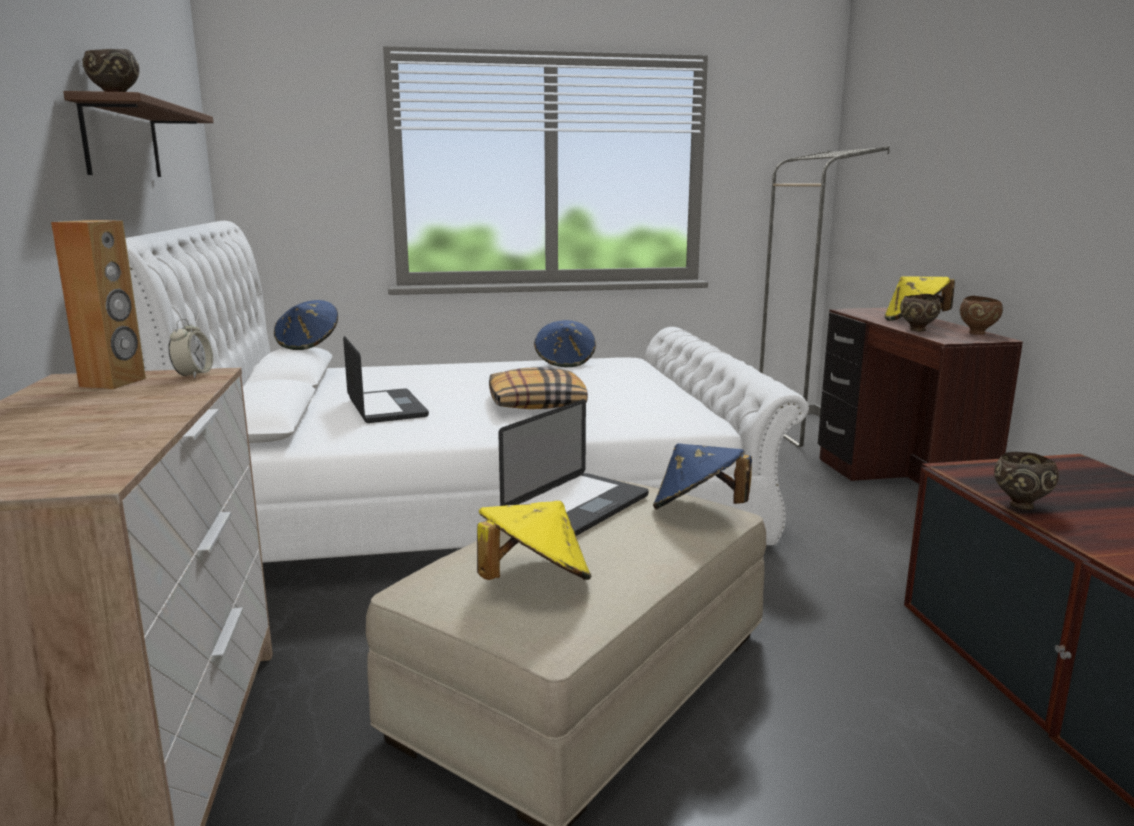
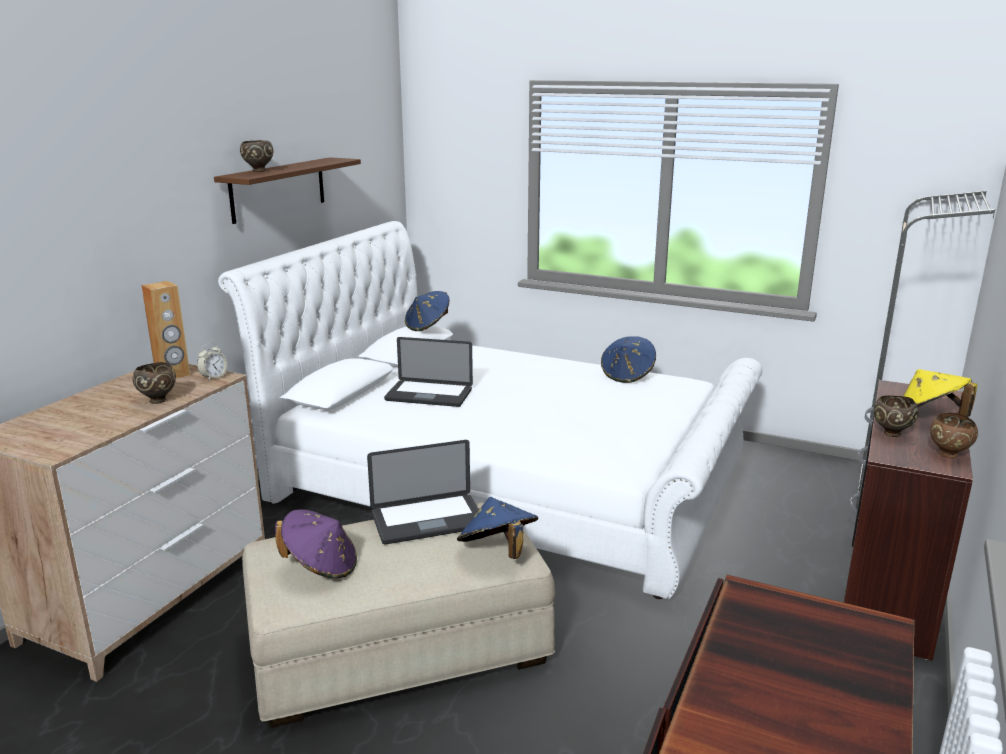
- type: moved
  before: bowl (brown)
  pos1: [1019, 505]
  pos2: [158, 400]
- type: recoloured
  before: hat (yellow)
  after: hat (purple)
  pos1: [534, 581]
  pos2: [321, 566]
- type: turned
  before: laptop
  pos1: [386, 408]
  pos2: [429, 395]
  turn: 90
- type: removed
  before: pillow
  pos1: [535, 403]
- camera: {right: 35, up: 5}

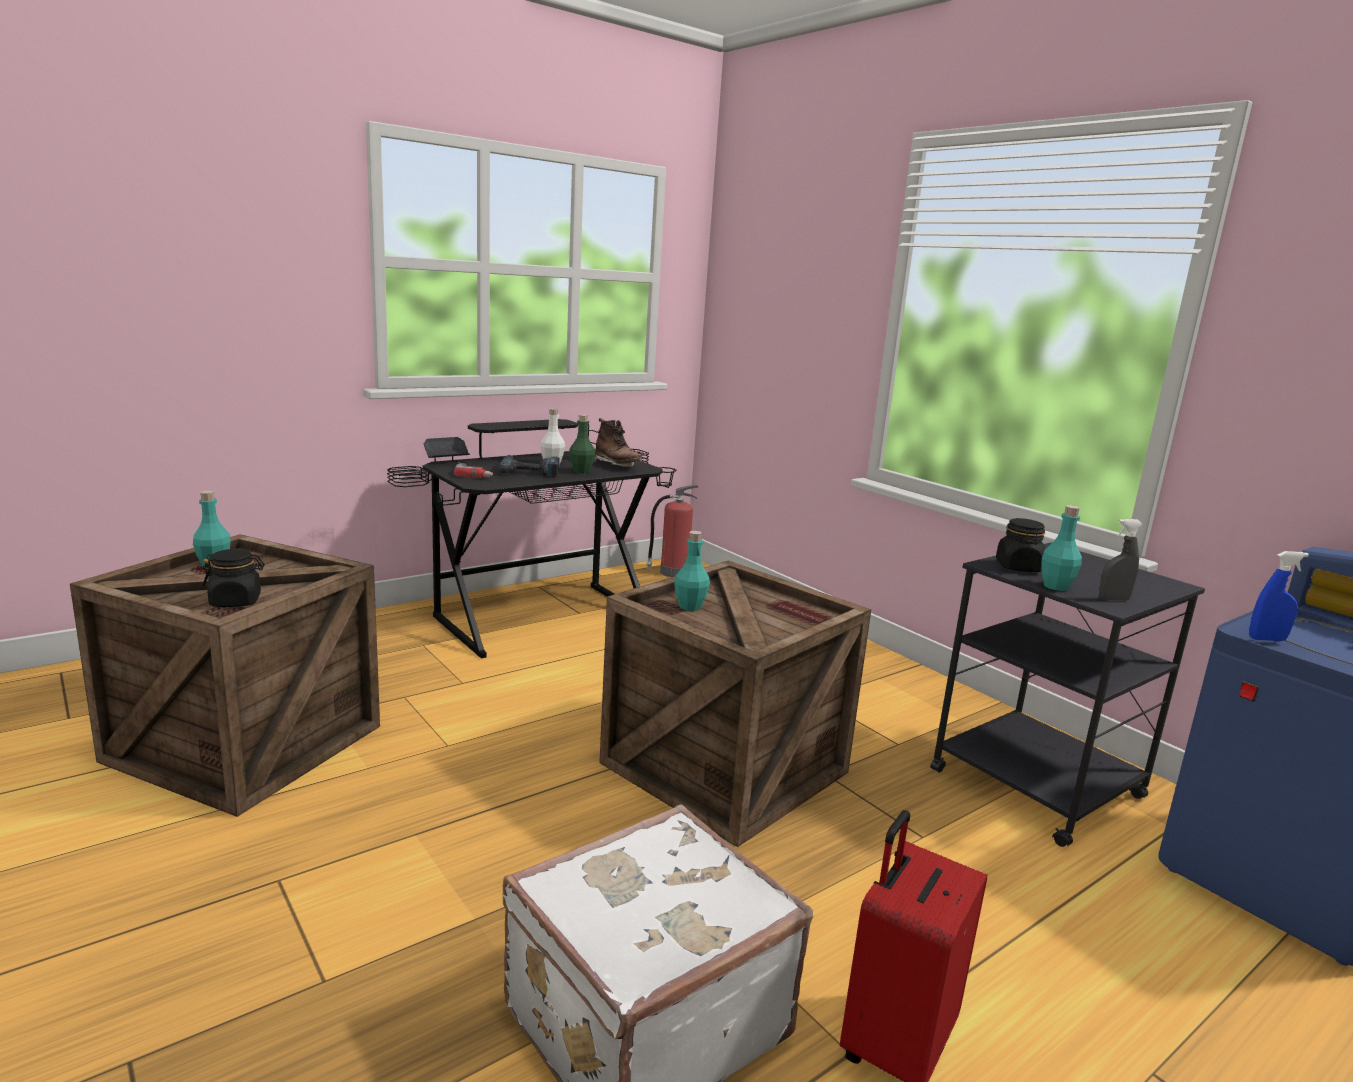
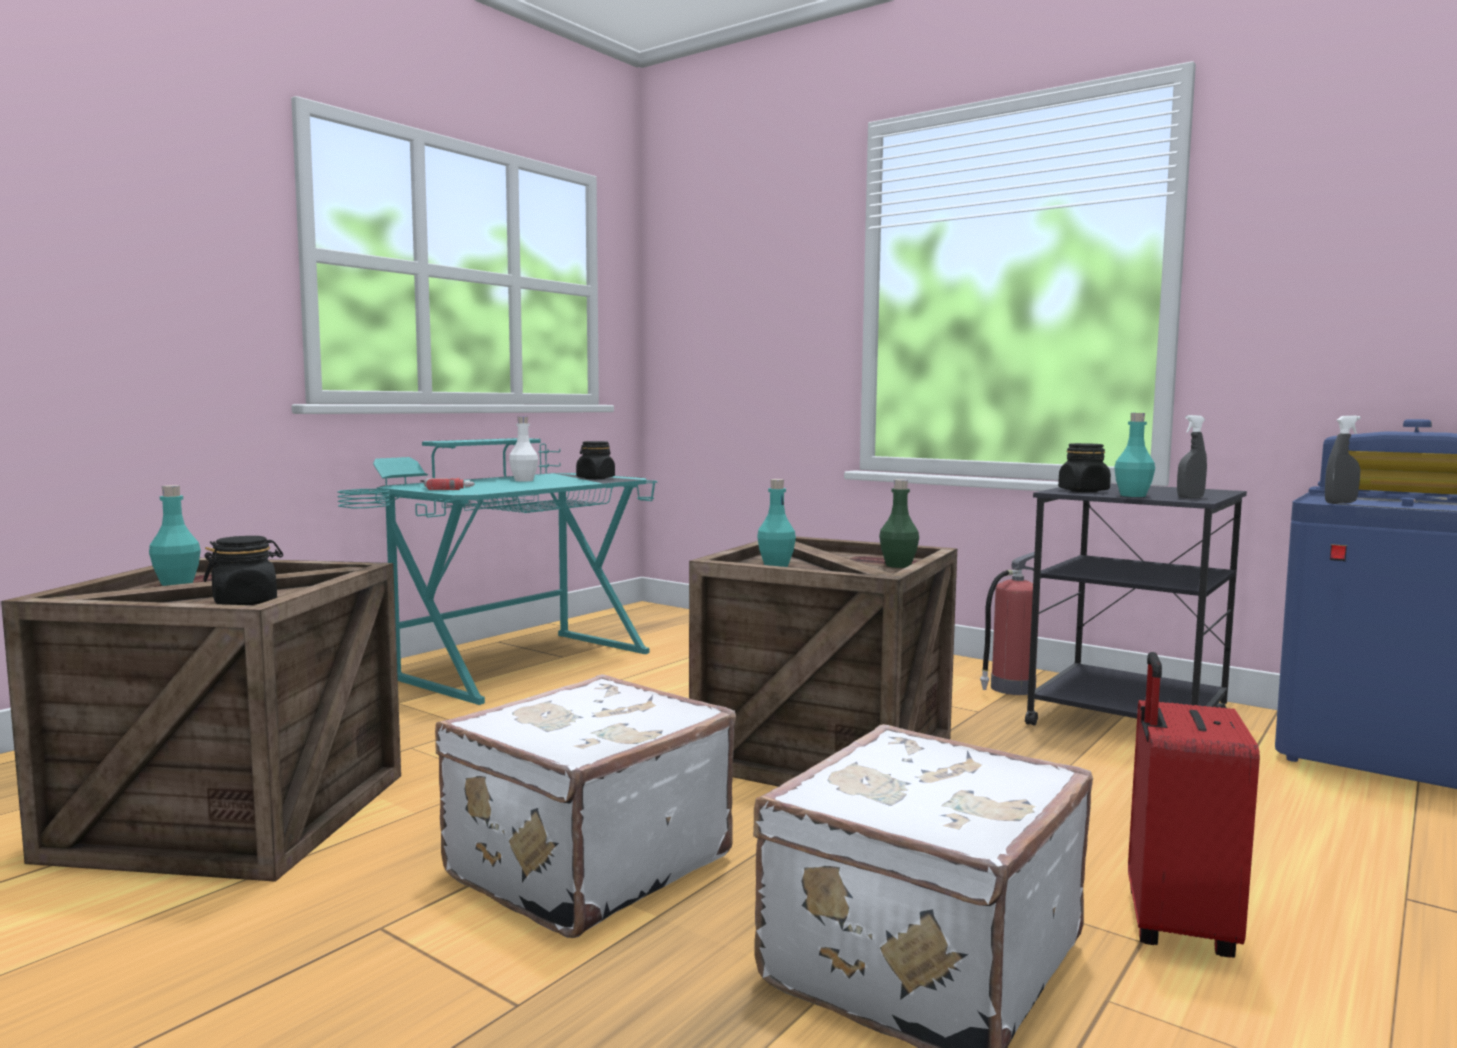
- type: recoloured
  before: desk (black)
  after: desk (turquoise)
  pos1: [541, 616]
  pos2: [521, 663]
- type: added
  after: suitcase (white)
  pos2: [584, 864]
- type: replaced
  before: boot (brown)
  after: jar (black)
  pos1: [616, 465]
  pos2: [595, 478]
- type: moved
  before: bottle (green)
  pos1: [581, 471]
  pos2: [898, 565]
- type: moved
  before: fire extinguisher
  pos1: [672, 572]
  pos2: [1011, 689]
- type: recoloured
  before: spray bottle (blue)
  after: spray bottle (grey)
  pos1: [1267, 639]
  pos2: [1340, 503]
- type: removed
  before: power drill
  pos1: [529, 471]
- camera: {right: -15, up: -10}

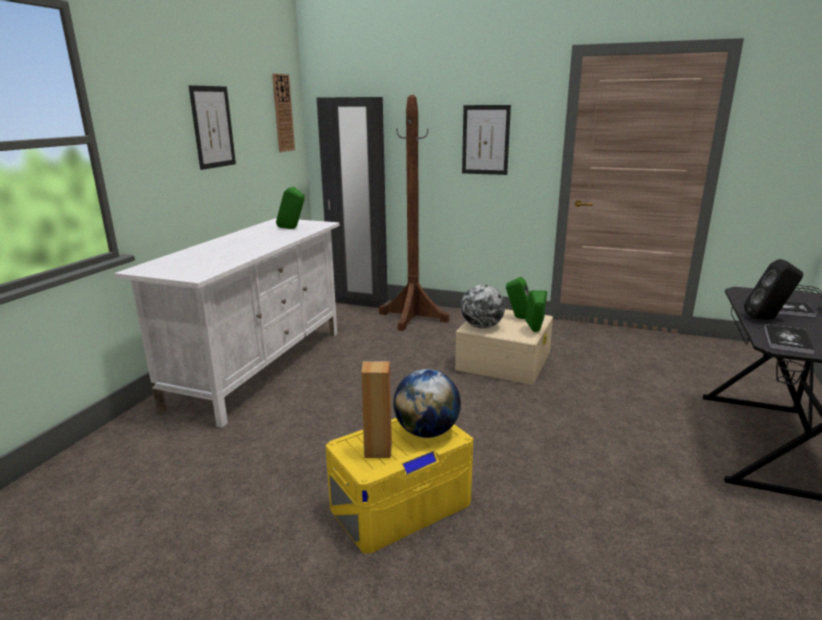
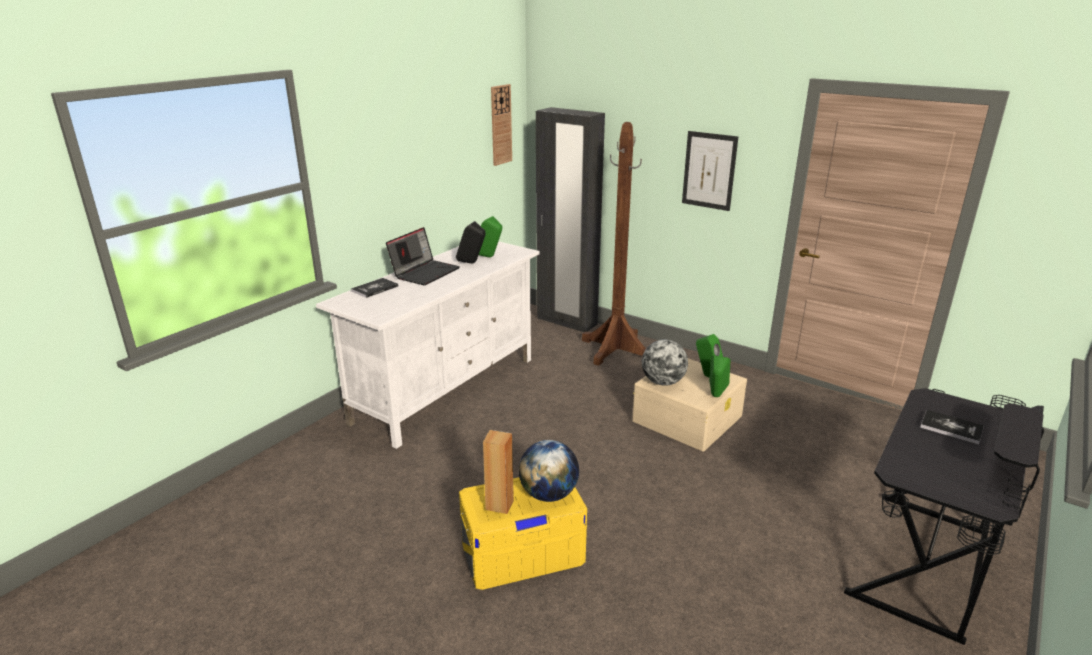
- type: moved
  before: book
  pos1: [787, 340]
  pos2: [375, 288]
- type: added
  after: laptop
  pos2: [425, 272]
- type: moved
  before: speaker (black)
  pos1: [768, 319]
  pos2: [472, 263]
- type: removed
  before: picture
  pos1: [213, 127]
- camera: {right: 15, up: 5}

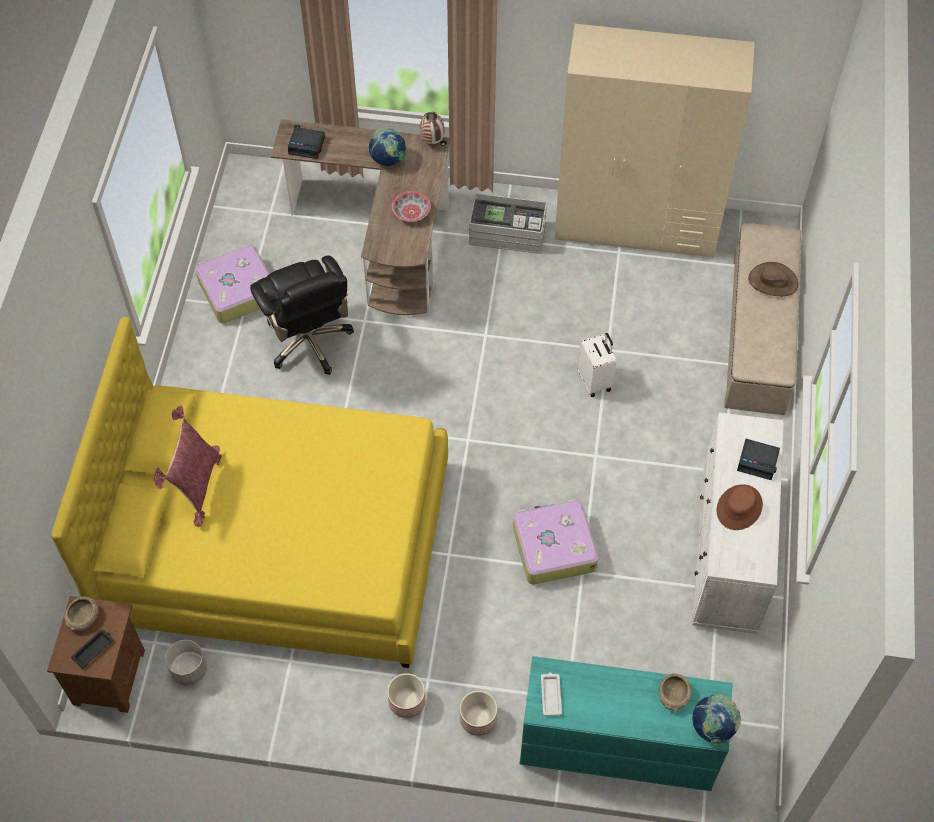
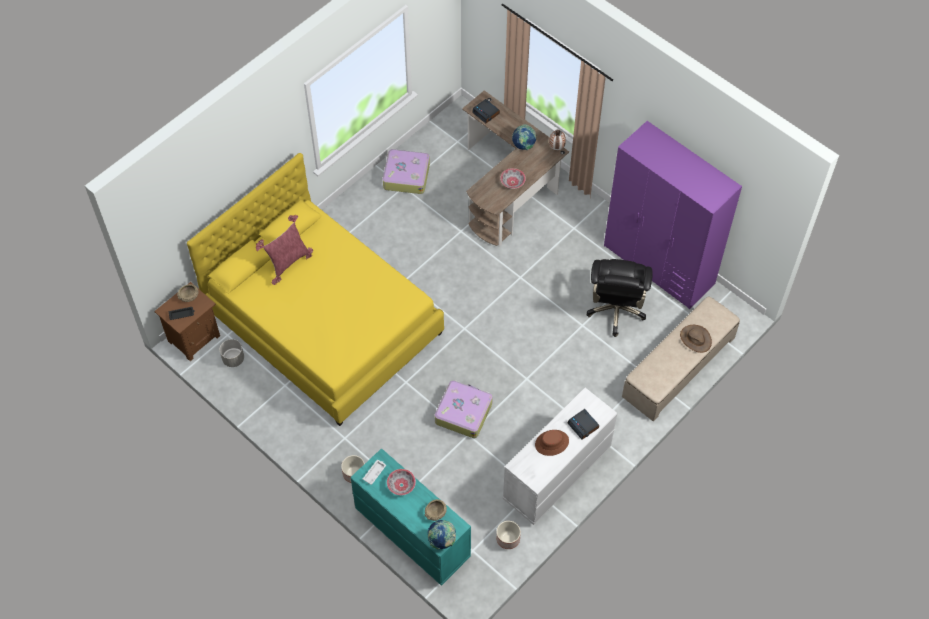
- type: added
  after: bowl
  pos2: [401, 485]
- type: moved
  before: planter
  pos1: [407, 701]
  pos2: [507, 539]
- type: moved
  before: office chair (black)
  pos1: [309, 343]
  pos2: [615, 312]
- type: recoloured
  before: wardrobe (beige)
  after: wardrobe (purple)
  pos1: [636, 226]
  pos2: [659, 265]
- type: removed
  before: storage box (grey)
  pos1: [507, 233]
- type: removed
  before: suitcase (white)
  pos1: [595, 381]
- camera: {right: 35, up: 0}

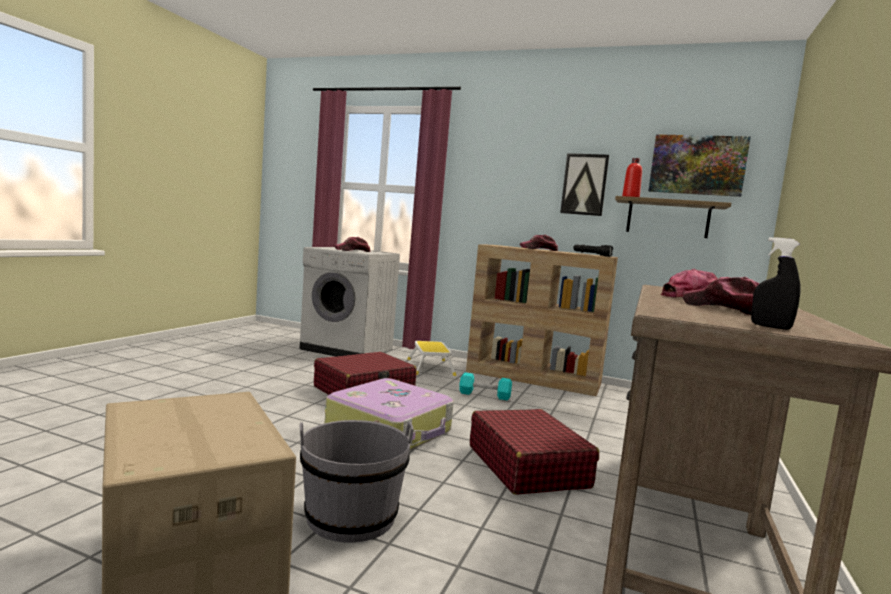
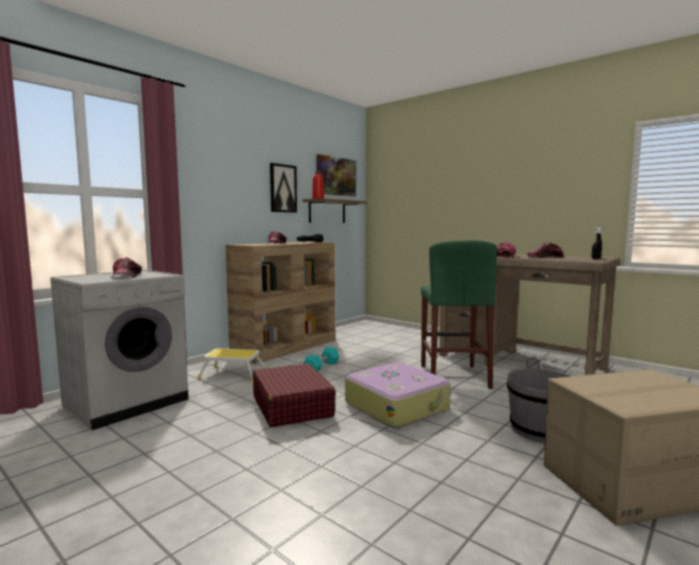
- type: replaced
  before: suitcase (red)
  after: stool (green)
  pos1: [527, 466]
  pos2: [453, 376]
- camera: {right: -70, up: 0}

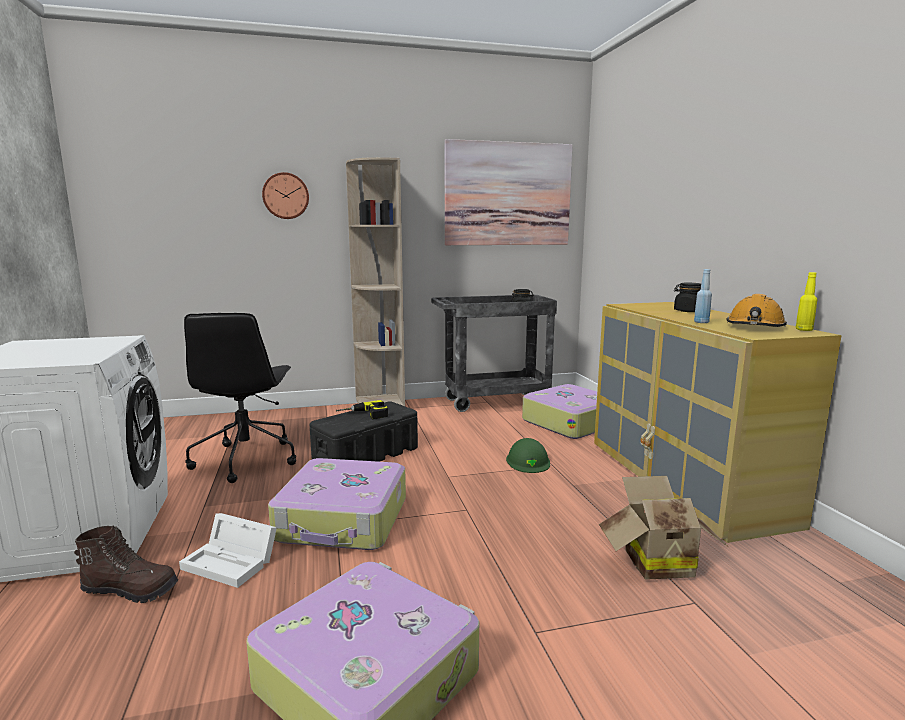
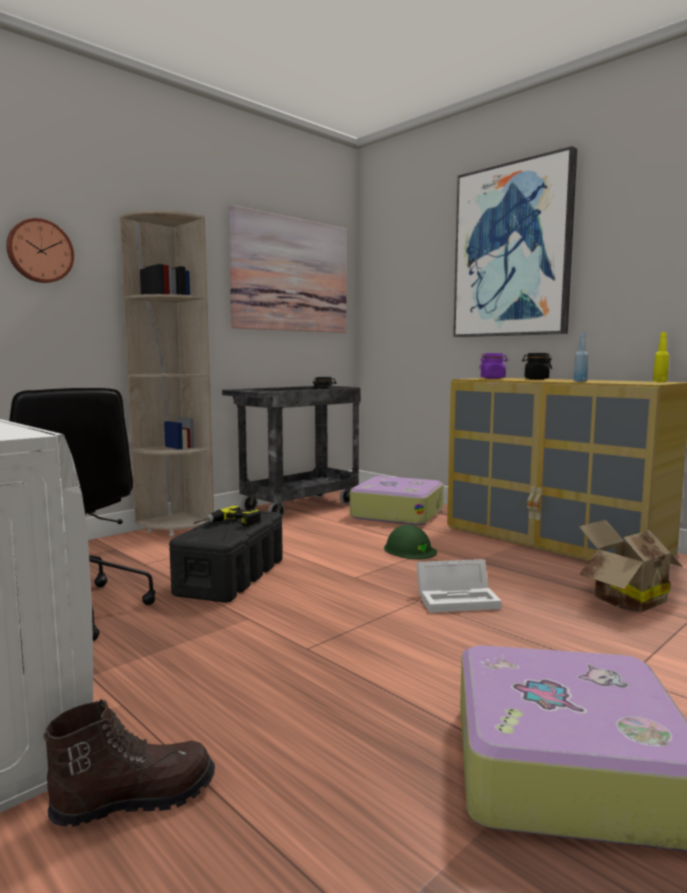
- type: moved
  before: storage box (white)
  pos1: [233, 562]
  pos2: [459, 599]
- type: added
  after: picture
  pos2: [512, 251]
- type: added
  after: jar (purple)
  pos2: [493, 378]
- type: removed
  before: suitcase
  pos1: [343, 520]
- type: removed
  before: hard hat (orange)
  pos1: [755, 327]
- camera: {right: -30, up: -5}

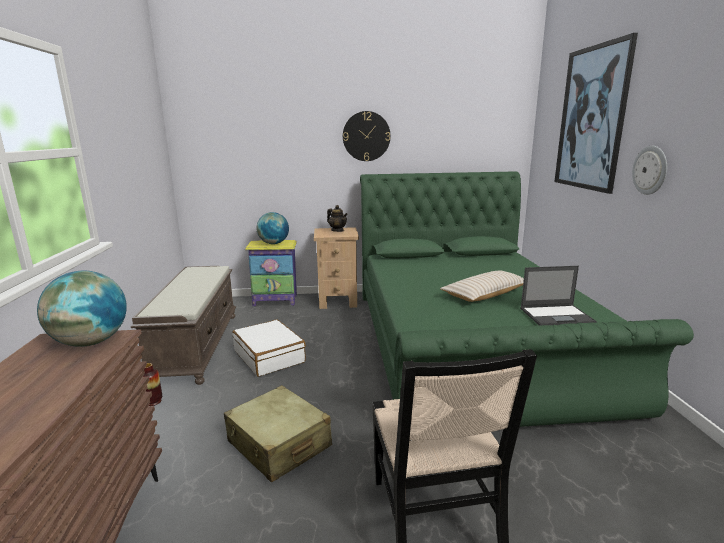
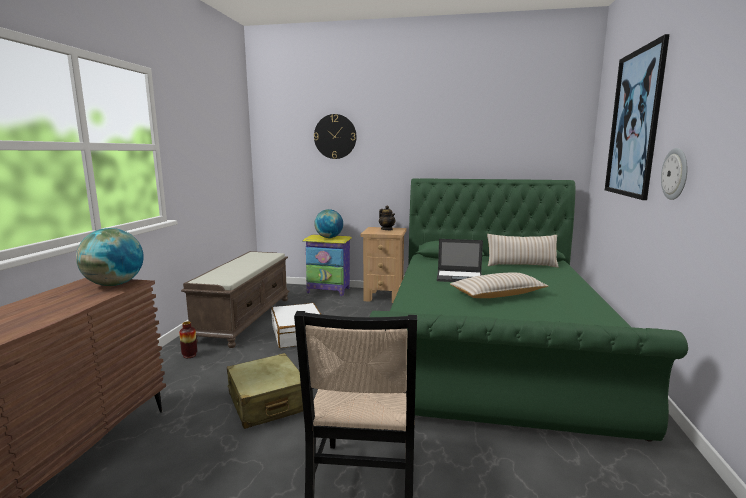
- type: moved
  before: wall clock
  pos1: [366, 136]
  pos2: [335, 136]
- type: moved
  before: laptop
  pos1: [557, 316]
  pos2: [460, 277]
- type: added
  after: pillow (beige)
  pos2: [521, 265]
- camera: {right: 15, up: -5}

